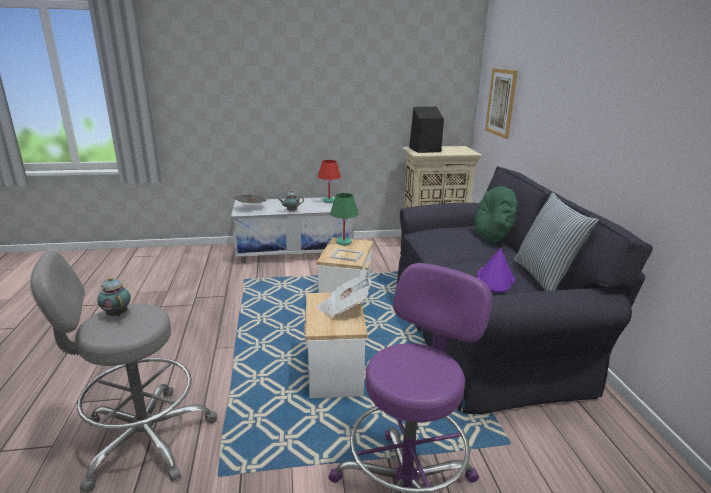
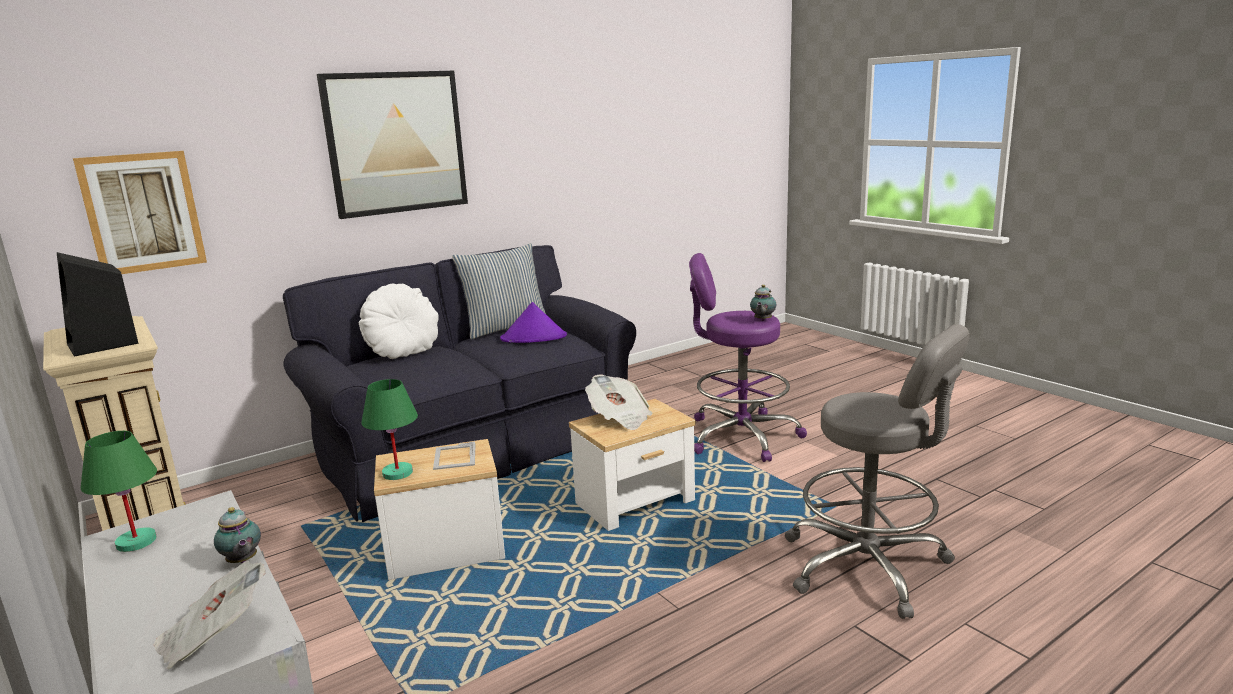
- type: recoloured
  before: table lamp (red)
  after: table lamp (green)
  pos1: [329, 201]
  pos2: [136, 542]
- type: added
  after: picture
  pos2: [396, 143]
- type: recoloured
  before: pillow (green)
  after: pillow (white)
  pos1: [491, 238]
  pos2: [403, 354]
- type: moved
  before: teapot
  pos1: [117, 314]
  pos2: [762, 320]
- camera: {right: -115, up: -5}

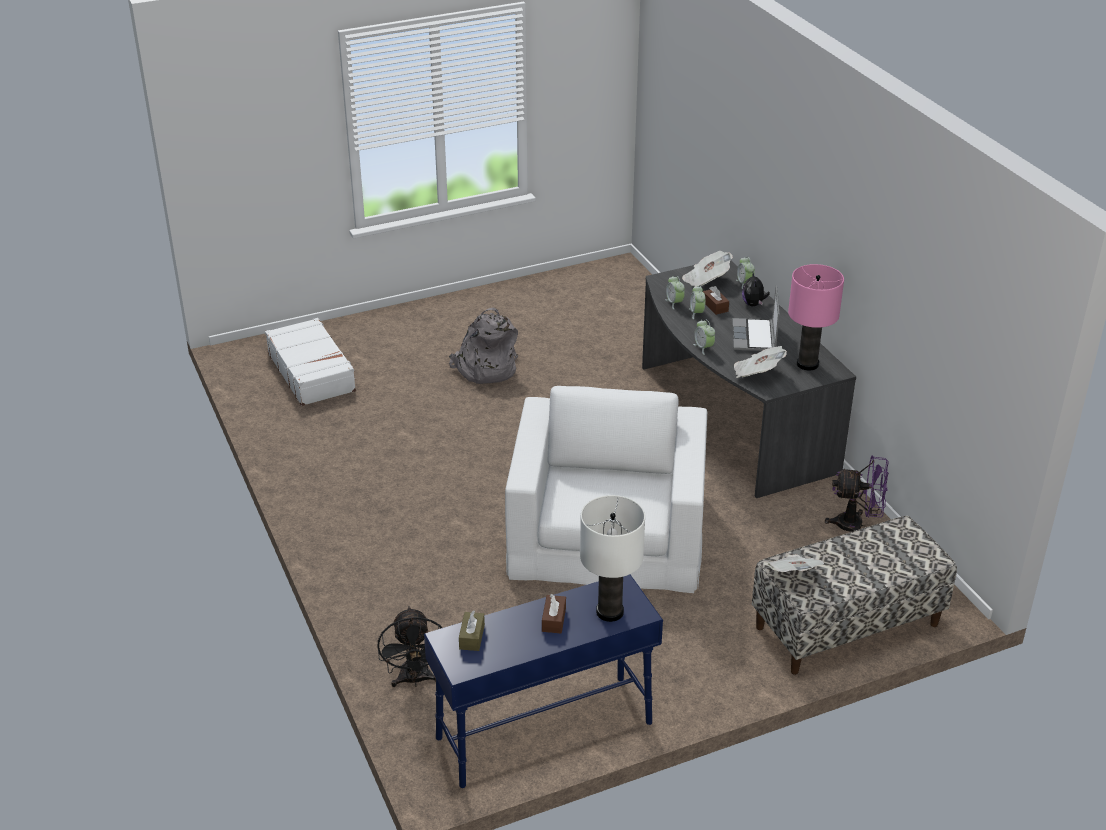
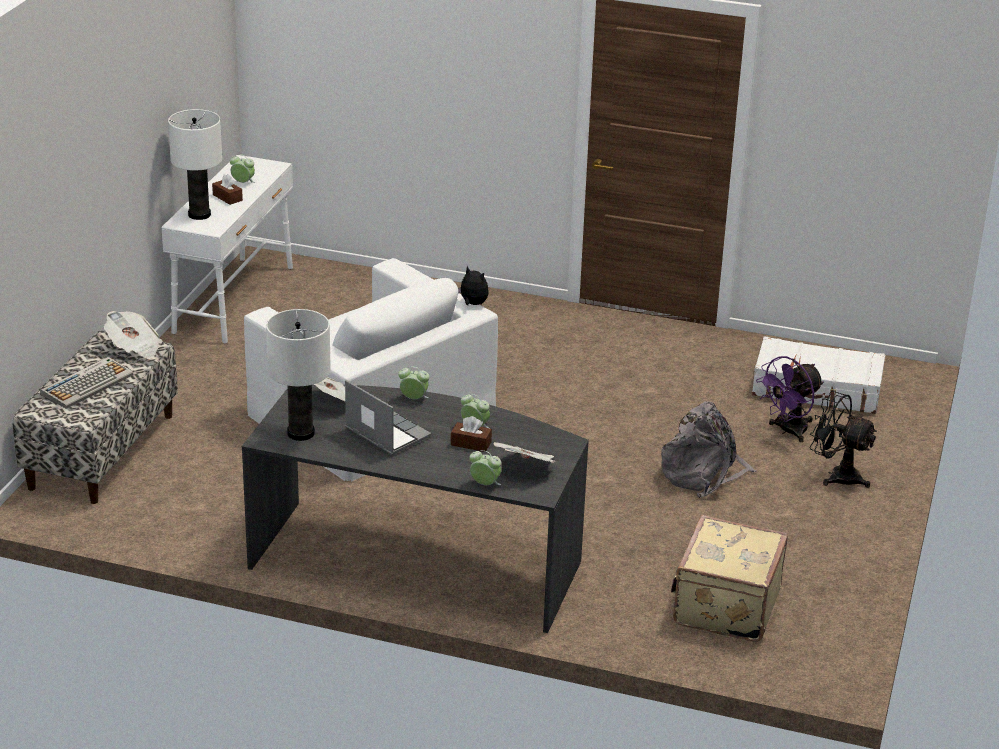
- type: added
  after: keyboard
  pos2: [87, 384]
- type: recoloured
  before: console table (blue)
  after: console table (white)
  pos1: [543, 730]
  pos2: [235, 300]
- type: moved
  before: alarm clock
  pos1: [674, 303]
  pos2: [243, 183]
- type: recoloured
  before: table lamp (pink)
  after: table lamp (white)
  pos1: [807, 364]
  pos2: [300, 433]
- type: moved
  before: plush toy
  pos1: [753, 304]
  pos2: [472, 304]
- type: added
  after: suitcase (beige)
  pos2: [724, 606]
- type: moved
  before: fan (purple)
  pos1: [857, 525]
  pos2: [788, 431]
- type: moved
  before: fan (black)
  pos1: [415, 680]
  pos2: [836, 476]
- type: removed
  before: tissue box (brown)
  pos1: [472, 637]
- camera: {right: 130, up: -5}

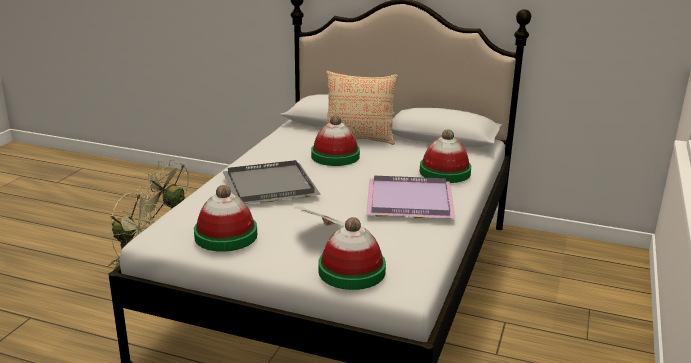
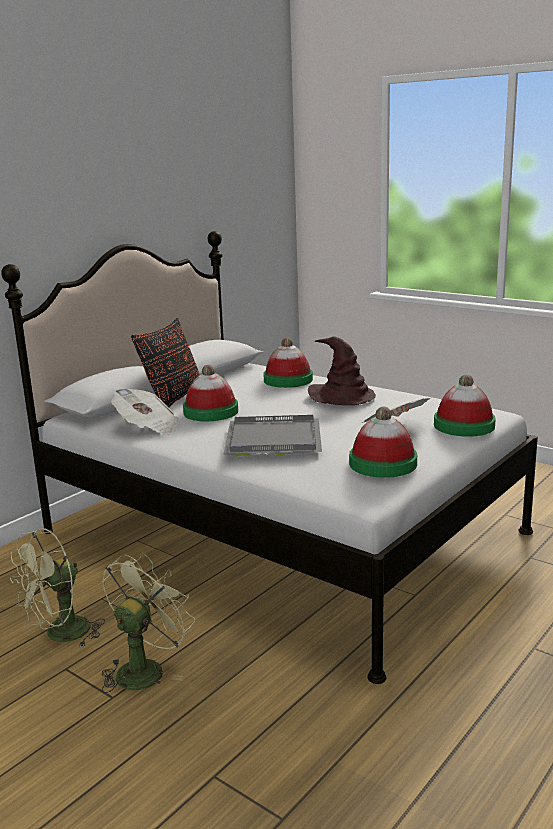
- type: added
  after: newspaper
  pos2: [147, 427]
- type: recoloured
  before: pillow (beige)
  after: pillow (black)
  pos1: [359, 140]
  pos2: [174, 400]
- type: replaced
  before: tray (purple)
  after: hat (brown)
  pos1: [408, 201]
  pos2: [342, 396]
- camera: {right: -70, up: -5}

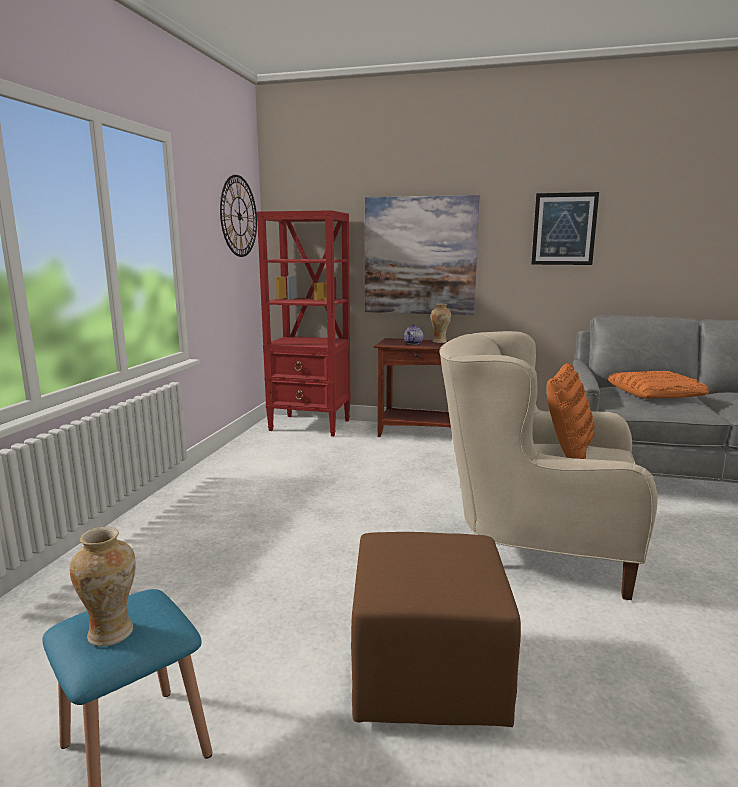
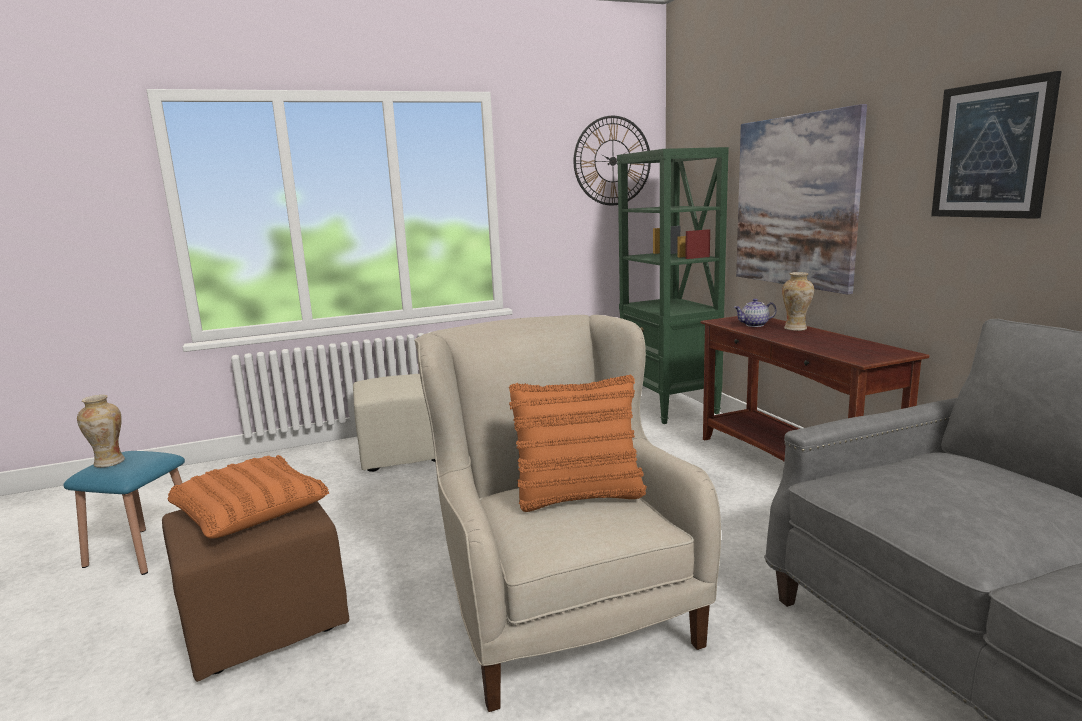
- type: moved
  before: pillow (orange)
  pos1: [655, 394]
  pos2: [251, 510]
- type: added
  after: ottoman (beige)
  pos2: [403, 453]
- type: recoloured
  before: bookcase (red)
  after: bookcase (green)
  pos1: [310, 425]
  pos2: [669, 407]
- camera: {right: 55, up: 0}

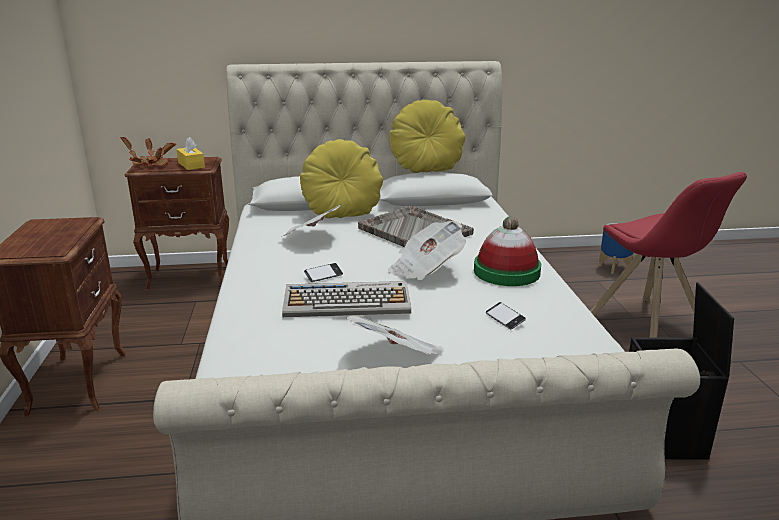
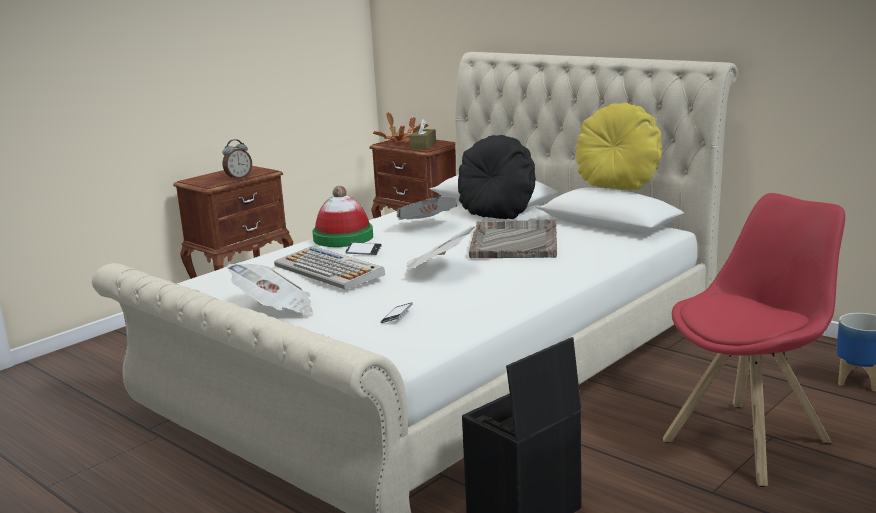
- type: added
  after: alarm clock
  pos2: [238, 178]
- type: moved
  before: hat
  pos1: [506, 272]
  pos2: [343, 238]
- type: recoloured
  before: tissue box (yellow)
  after: tissue box (brown)
  pos1: [191, 165]
  pos2: [423, 146]
- type: recoloured
  before: pillow (yellow)
  after: pillow (black)
  pos1: [342, 214]
  pos2: [497, 216]
- type: turned
  before: chair (red)
  pos1: [648, 325]
  pos2: [748, 441]
  turn: -150
- camera: {right: 50, up: -5}

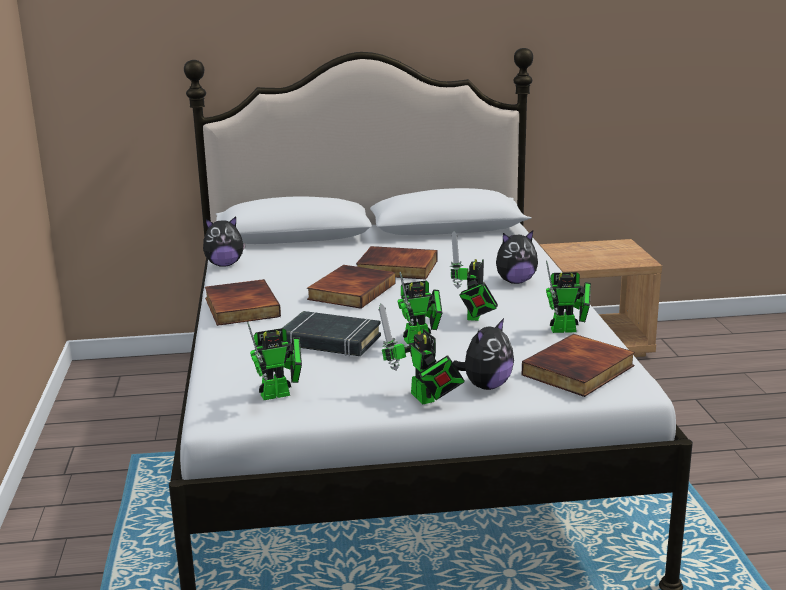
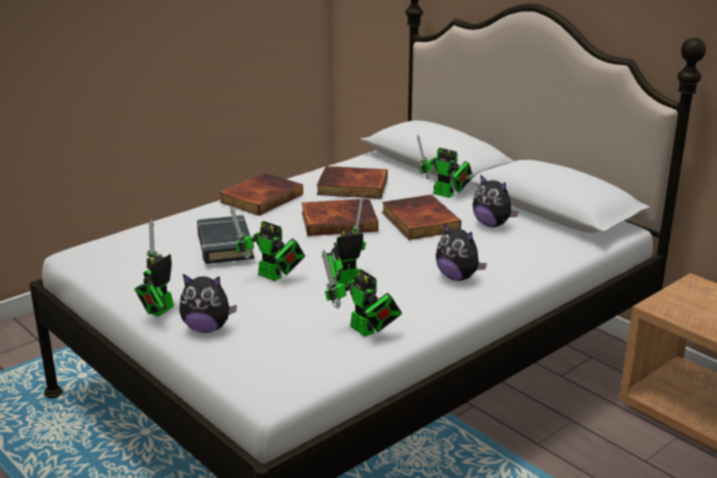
- type: moved
  before: book
  pos1: [579, 371]
  pos2: [352, 187]
- type: moved
  before: toy robot
  pos1: [280, 394]
  pos2: [446, 195]
- type: moved
  before: plush toy
  pos1: [224, 265]
  pos2: [492, 224]
- camera: {right: 55, up: 5}

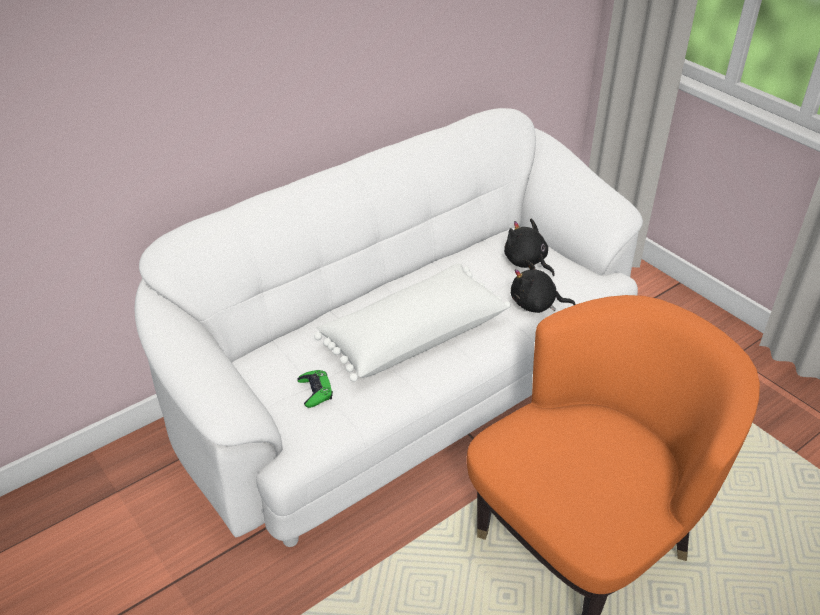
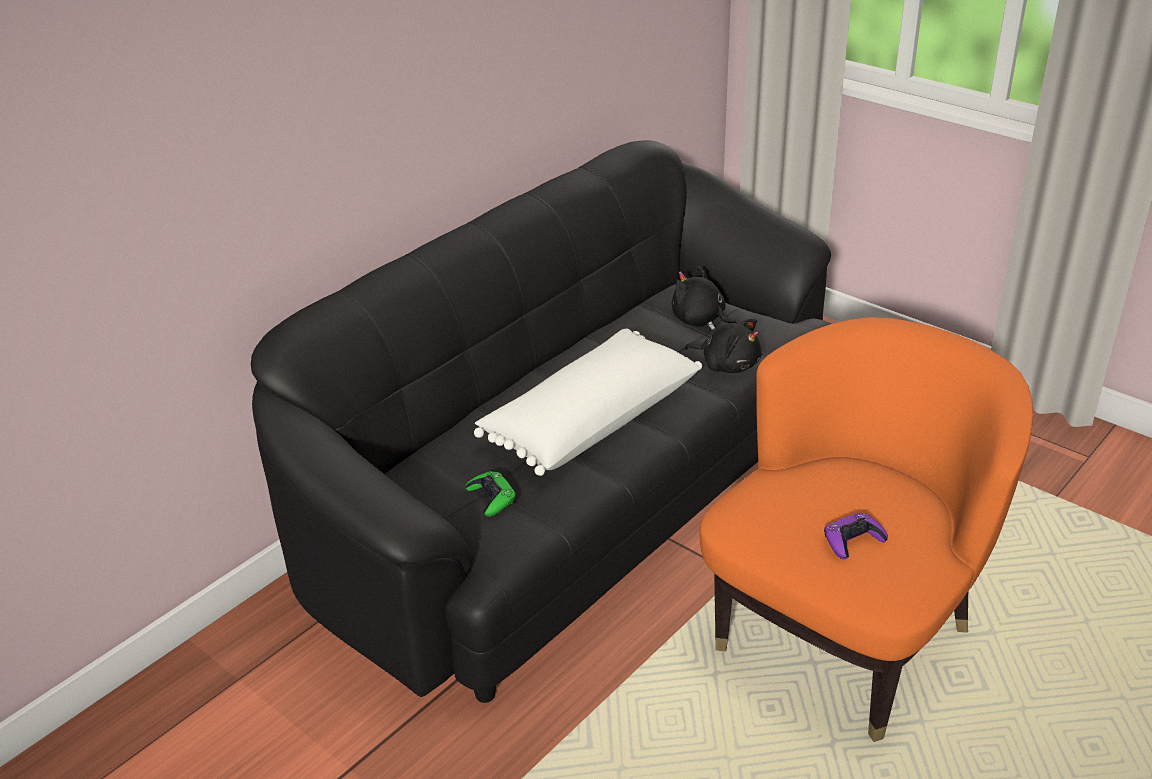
- type: recoloured
  before: sofa (white)
  after: sofa (black)
  pos1: [410, 386]
  pos2: [580, 497]
- type: turned
  before: plush toy (black)
  pos1: [536, 305]
  pos2: [727, 365]
  turn: -150
- type: added
  after: game controller (purple)
  pos2: [853, 540]
- camera: {right: -10, up: -5}

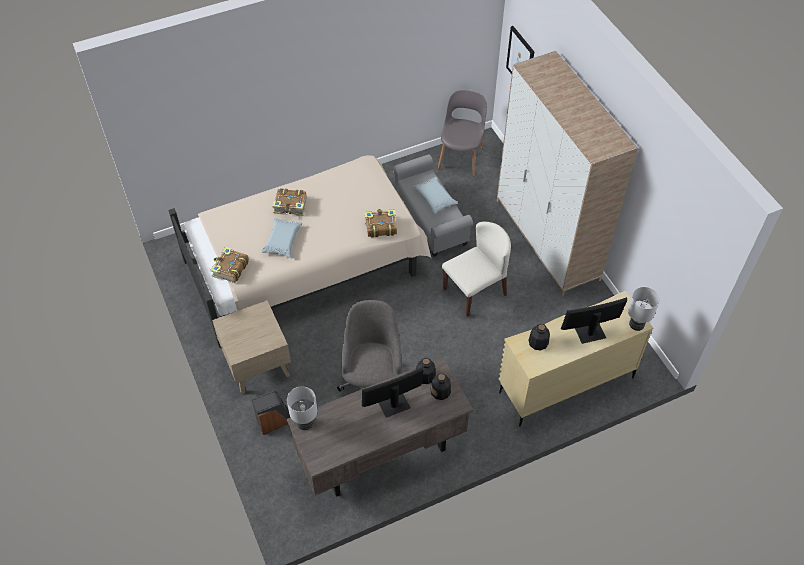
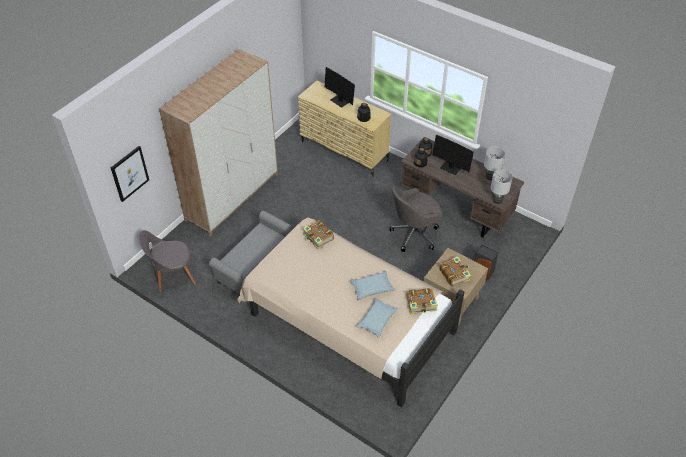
- type: moved
  before: pillow (blue)
  pos1: [435, 197]
  pos2: [377, 319]
- type: moved
  before: book
  pos1: [291, 206]
  pos2: [454, 274]
- type: moved
  before: table lamp (grey)
  pos1: [636, 324]
  pos2: [490, 176]
- type: removed
  before: chair (beige)
  pos1: [475, 291]
- camera: {right: -120, up: -5}

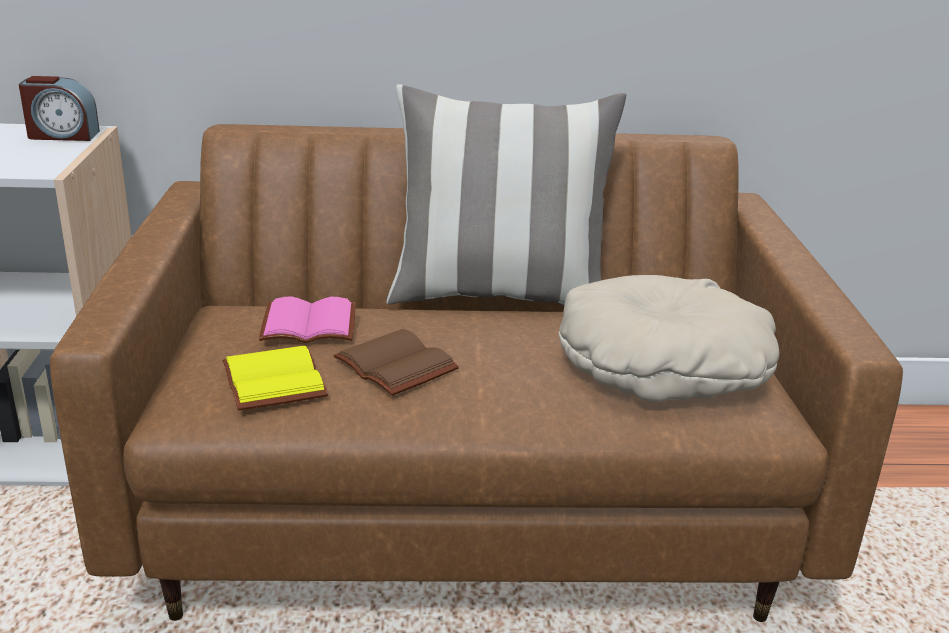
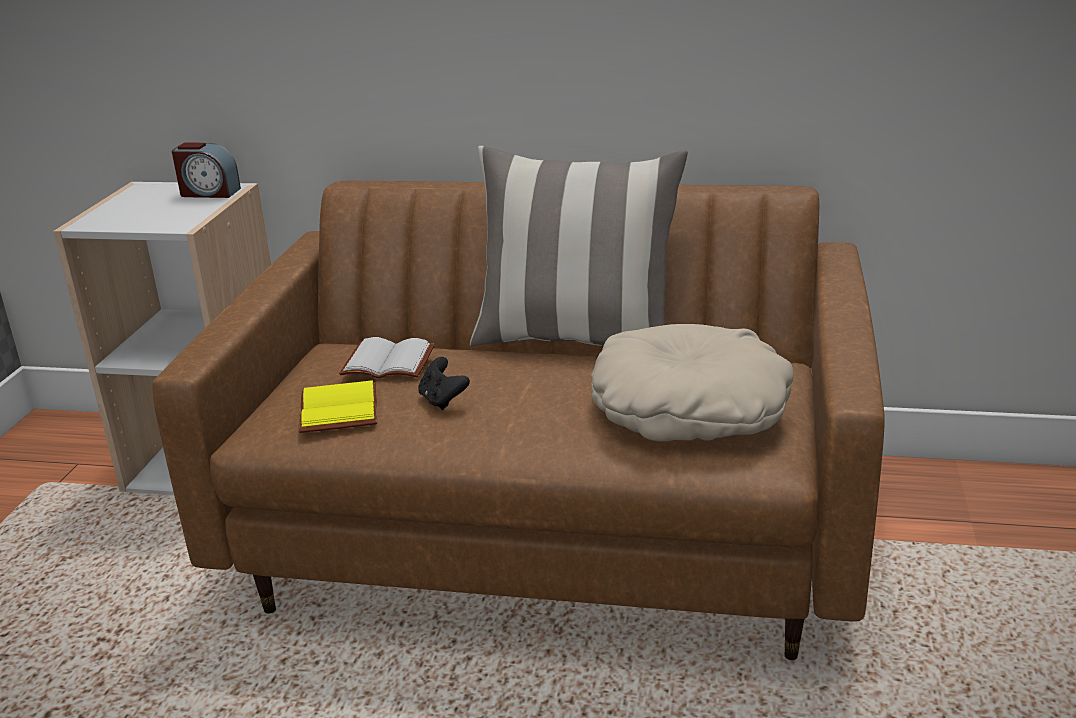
- type: recoloured
  before: book (pink)
  after: book (white)
  pos1: [311, 323]
  pos2: [390, 361]
- type: replaced
  before: book (brown)
  after: game controller (black)
  pos1: [392, 365]
  pos2: [442, 400]
- camera: {right: 15, up: 0}

